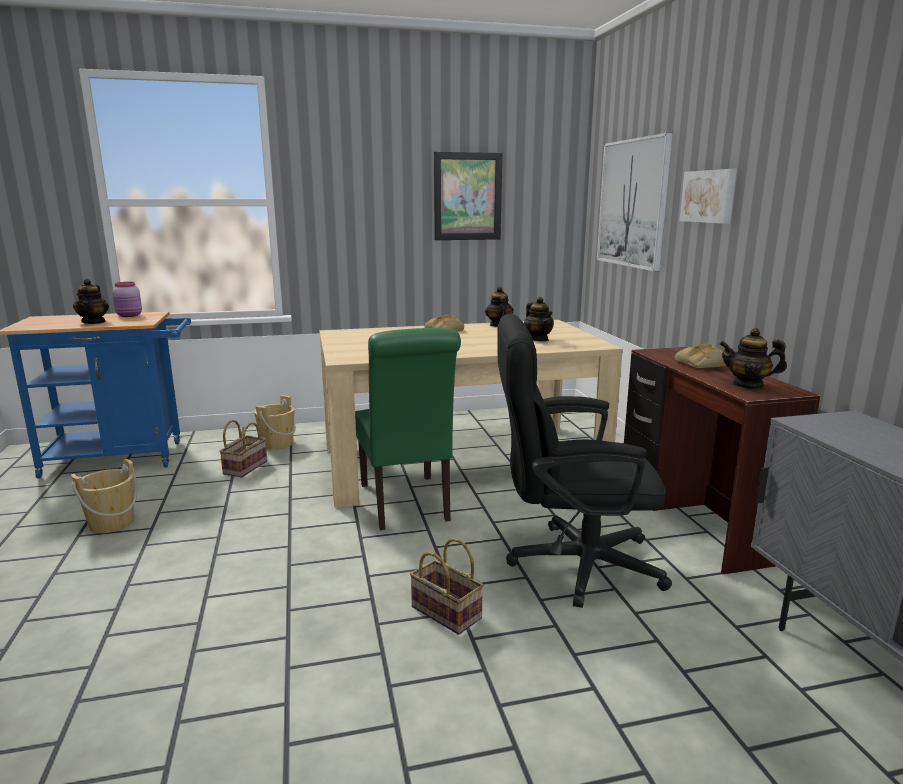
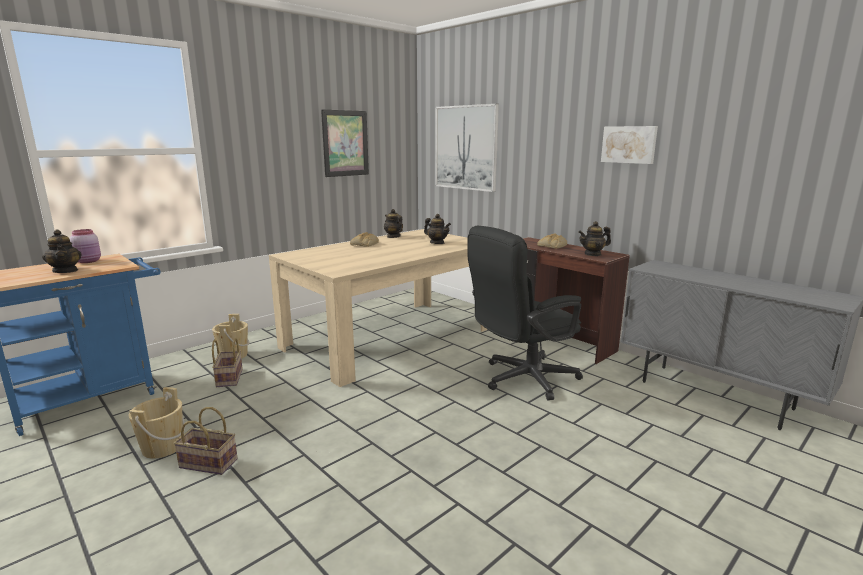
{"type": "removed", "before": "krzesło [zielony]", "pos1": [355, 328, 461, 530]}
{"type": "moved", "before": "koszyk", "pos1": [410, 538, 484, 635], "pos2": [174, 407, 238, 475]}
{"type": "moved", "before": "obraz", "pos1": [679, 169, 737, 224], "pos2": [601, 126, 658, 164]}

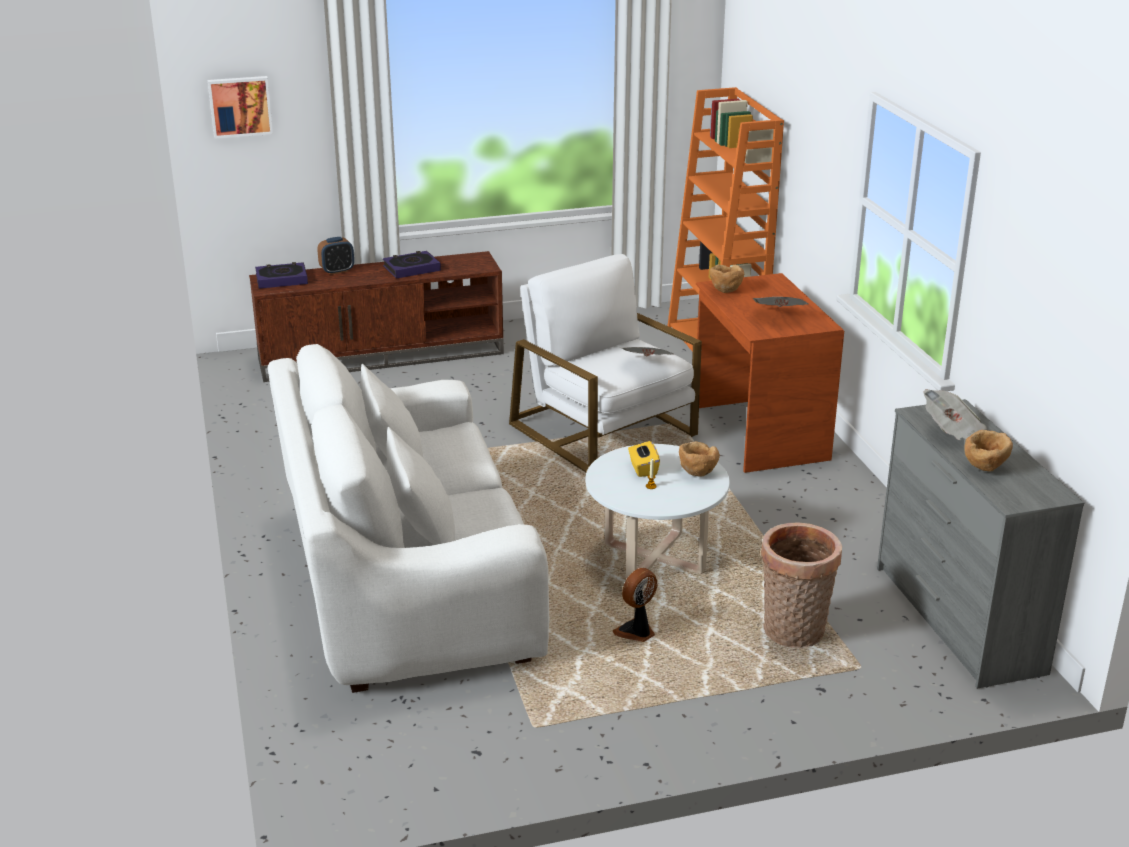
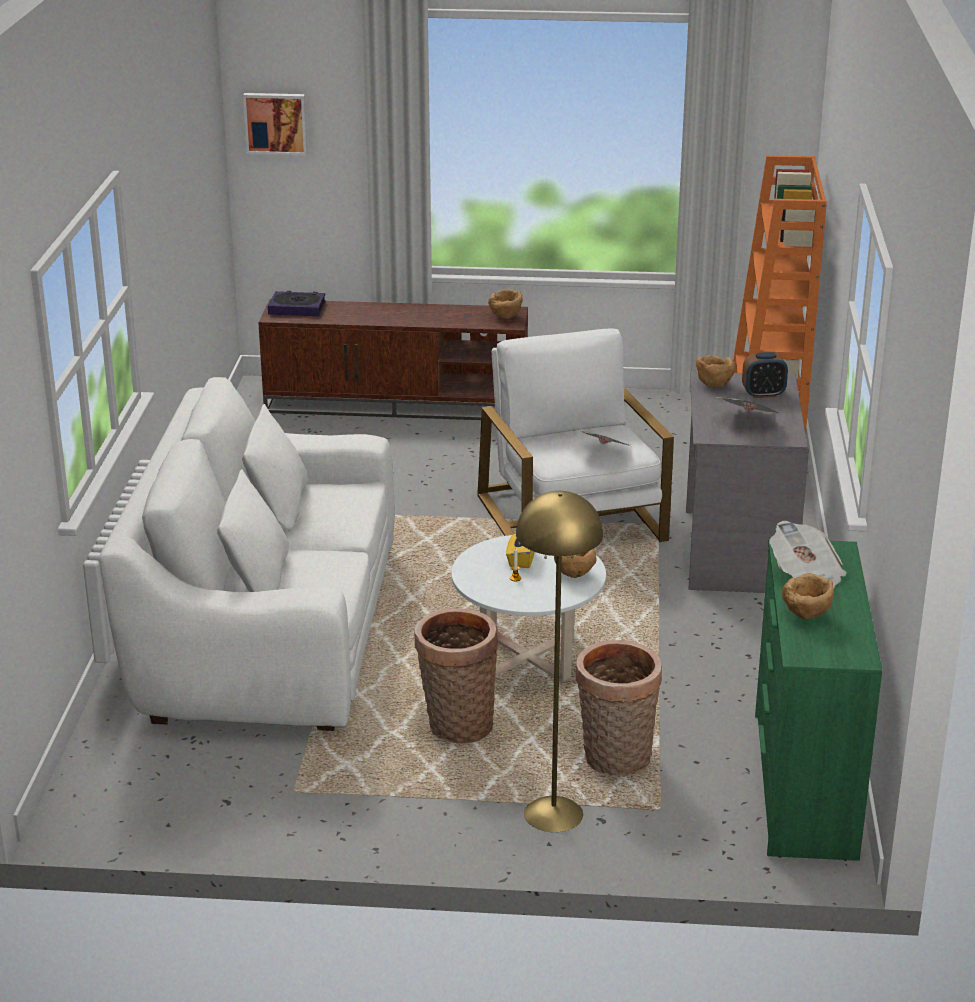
{"type": "moved", "before": "budzik", "pos1": [317, 237, 354, 275], "pos2": [742, 352, 788, 398]}
{"type": "removed", "before": "książka", "pos1": [383, 251, 441, 279]}
{"type": "replaced", "before": "wentylator", "after": "koszyk", "pos1": [613, 568, 657, 642], "pos2": [415, 608, 498, 744]}
{"type": "recoloured", "before": "biurko [brązowy]", "after": "biurko [szary]", "pos1": [696, 273, 844, 473], "pos2": [686, 372, 809, 593]}
{"type": "recoloured", "before": "komoda [szary]", "after": "komoda [zielony]", "pos1": [877, 399, 1084, 689], "pos2": [755, 538, 883, 861]}
{"type": "added", "after": "miska [brązowy]", "pos2": [488, 289, 523, 319]}
{"type": "added", "after": "lampa stojąca [żółty]", "pos2": [516, 491, 603, 832]}

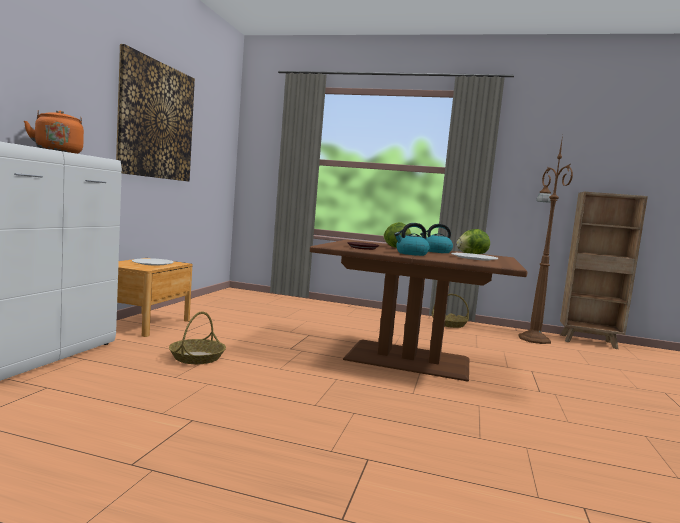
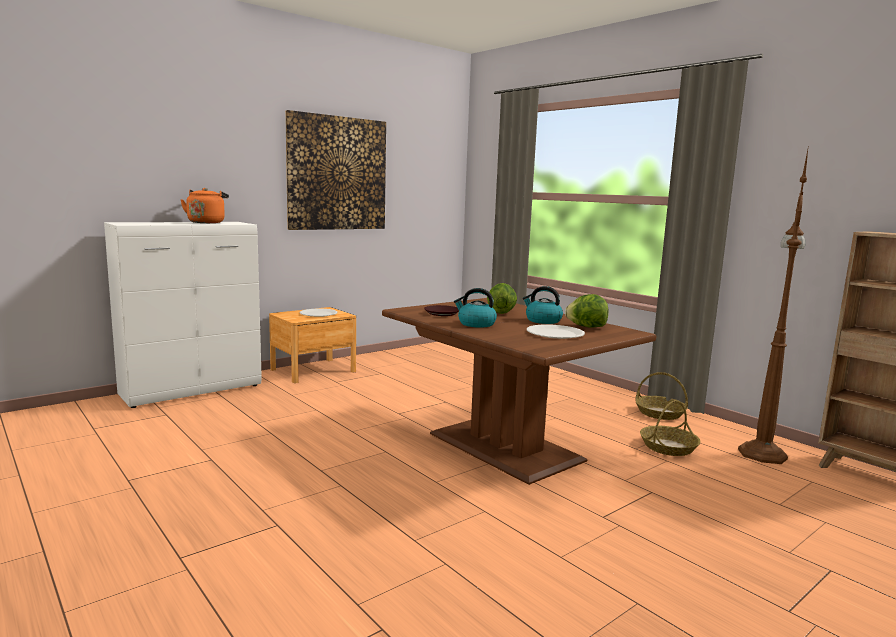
{"type": "moved", "before": "koszyk", "pos1": [169, 312, 226, 364], "pos2": [640, 400, 701, 456]}

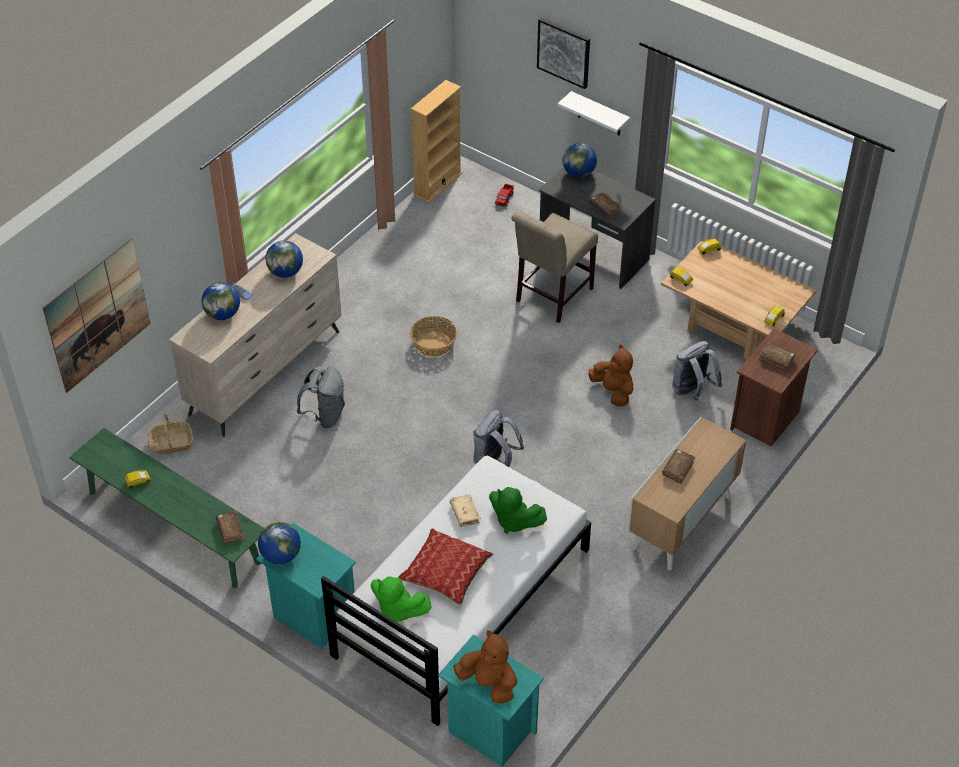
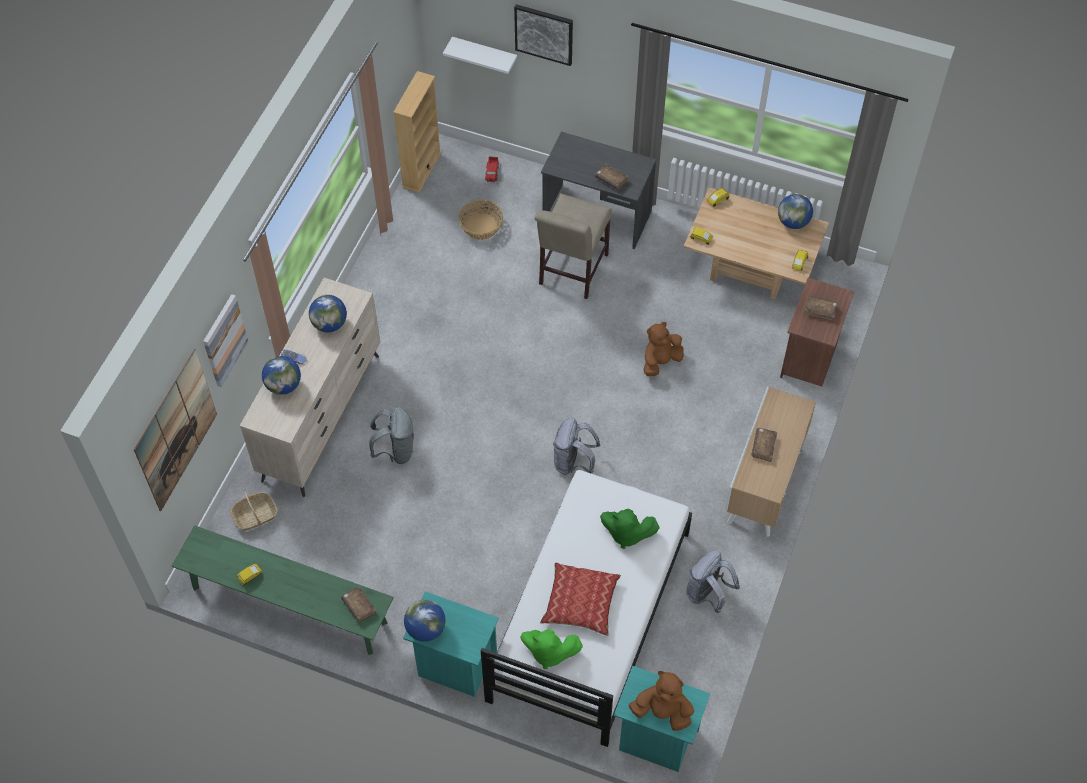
{"type": "moved", "before": "koszyk", "pos1": [410, 316, 457, 357], "pos2": [459, 200, 503, 240]}
{"type": "removed", "before": "książka [beżowy]", "pos1": [450, 494, 481, 527]}
{"type": "moved", "before": "półka [biały]", "pos1": [558, 91, 630, 136], "pos2": [443, 37, 517, 74]}
{"type": "moved", "before": "globus", "pos1": [563, 143, 597, 178], "pos2": [778, 194, 813, 229]}
{"type": "turned", "before": "pluszak [brązowy]", "pos1": [588, 345, 634, 406], "pos2": [644, 322, 684, 376], "turn": -75}
{"type": "moved", "before": "plecak [szary]", "pos1": [672, 341, 722, 401], "pos2": [687, 550, 740, 613]}
{"type": "added", "after": "obraz", "pos2": [203, 294, 248, 387]}

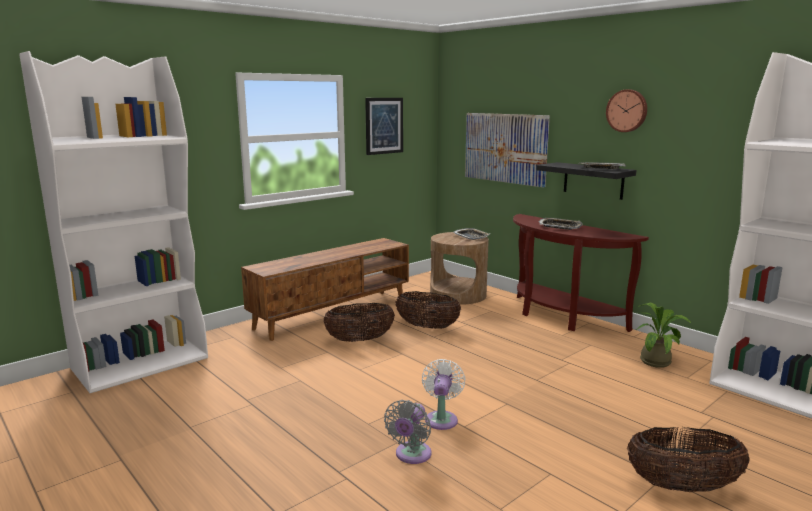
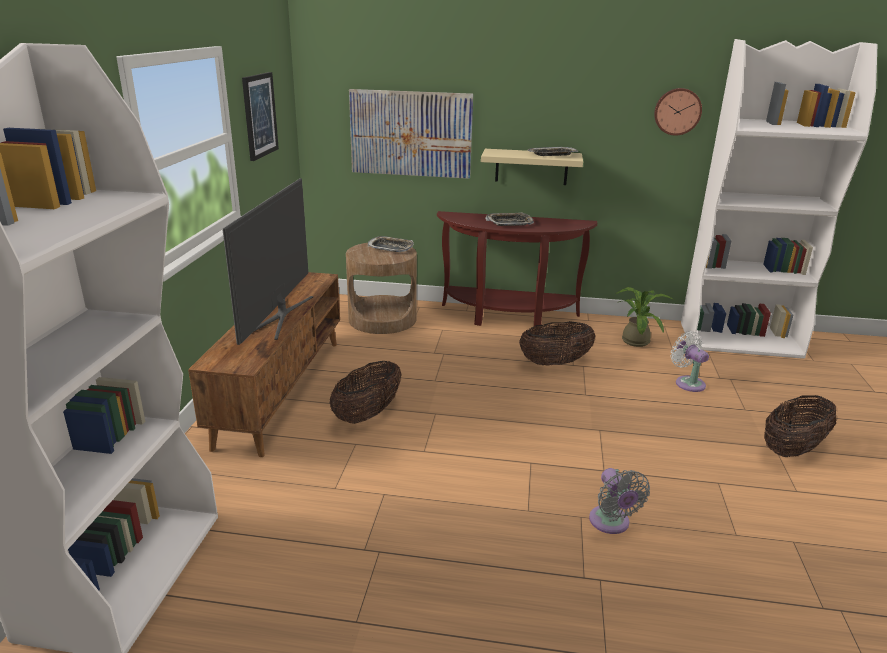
{"type": "moved", "before": "koszyk", "pos1": [395, 291, 461, 329], "pos2": [519, 321, 595, 366]}
{"type": "moved", "before": "wentylator [biały]", "pos1": [422, 359, 466, 430], "pos2": [670, 331, 709, 392]}
{"type": "recoloured", "before": "półka [czarny]", "after": "półka [beżowy]", "pos1": [536, 162, 636, 200], "pos2": [481, 149, 583, 185]}
{"type": "moved", "before": "zegar ścienny", "pos1": [606, 89, 647, 132], "pos2": [654, 88, 702, 136]}
{"type": "added", "after": "telewizor", "pos2": [222, 178, 313, 345]}

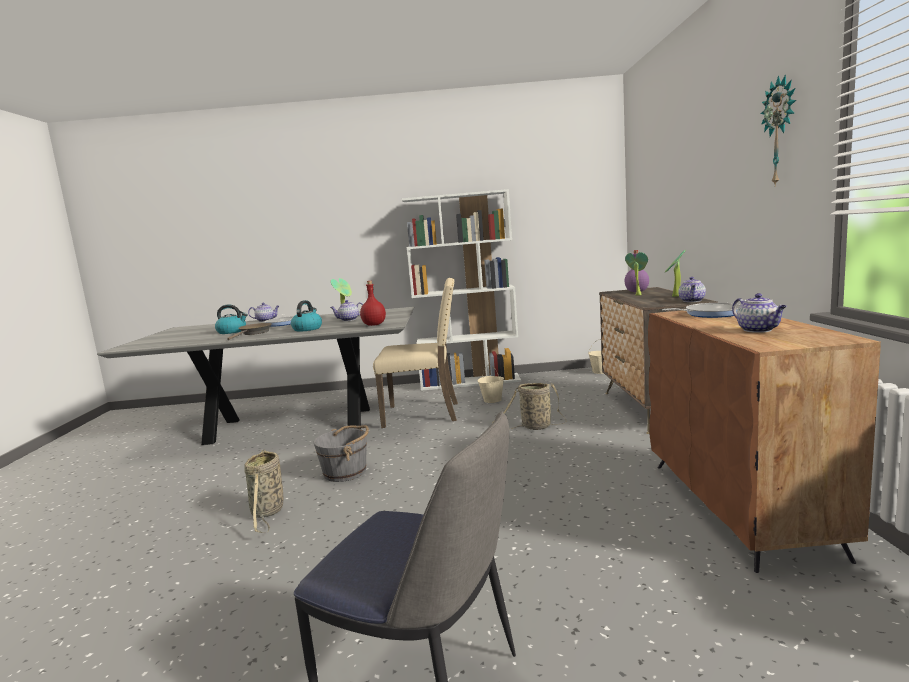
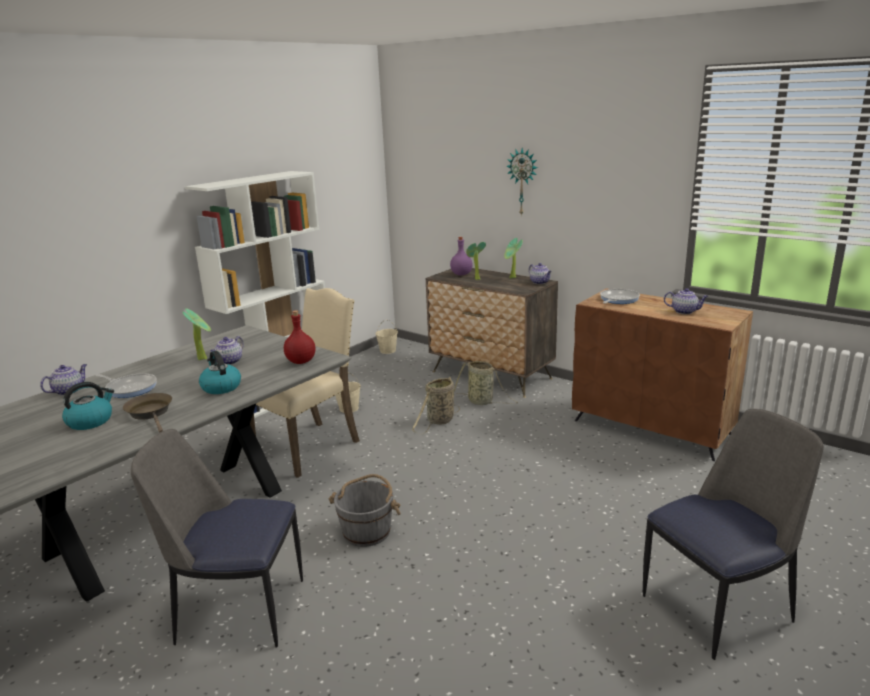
{"type": "moved", "before": "koszyk", "pos1": [244, 449, 283, 533], "pos2": [454, 361, 518, 405]}
{"type": "moved", "before": "zegar ścienny", "pos1": [761, 75, 796, 187], "pos2": [506, 148, 538, 216]}
{"type": "added", "after": "krzesło", "pos2": [131, 429, 303, 648]}

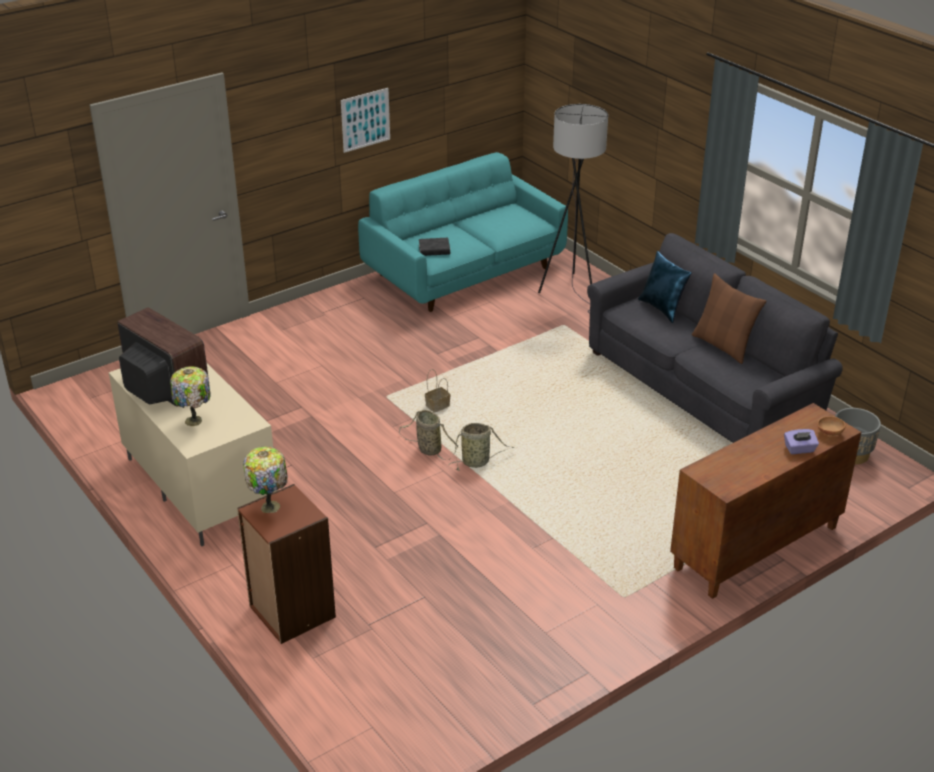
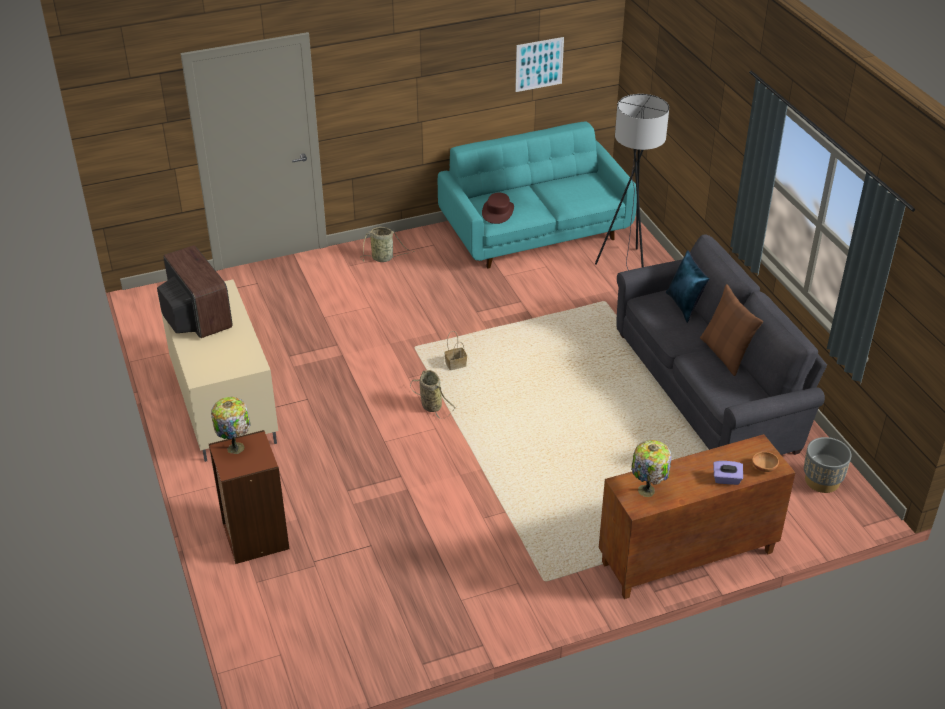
{"type": "moved", "before": "lampa stołowa", "pos1": [170, 366, 210, 426], "pos2": [631, 440, 671, 497]}
{"type": "moved", "before": "obraz", "pos1": [341, 88, 390, 153], "pos2": [515, 37, 564, 92]}
{"type": "replaced", "before": "książka [czarny]", "after": "kapelusz [brązowy]", "pos1": [419, 238, 450, 256], "pos2": [482, 192, 514, 224]}
{"type": "moved", "before": "koszyk", "pos1": [449, 423, 515, 471], "pos2": [361, 227, 415, 262]}

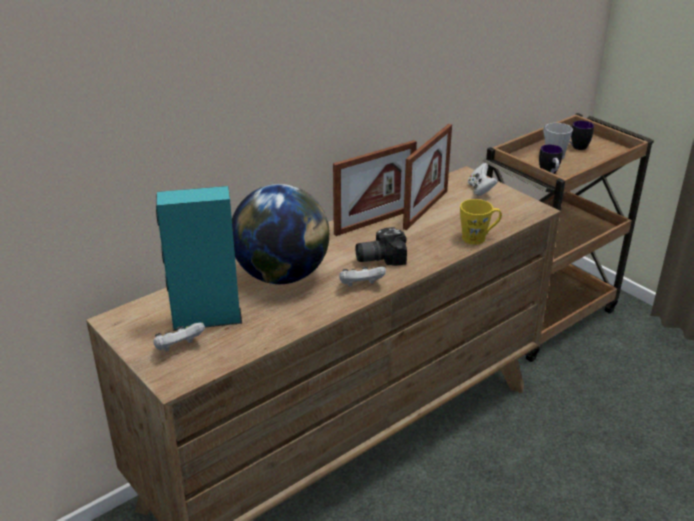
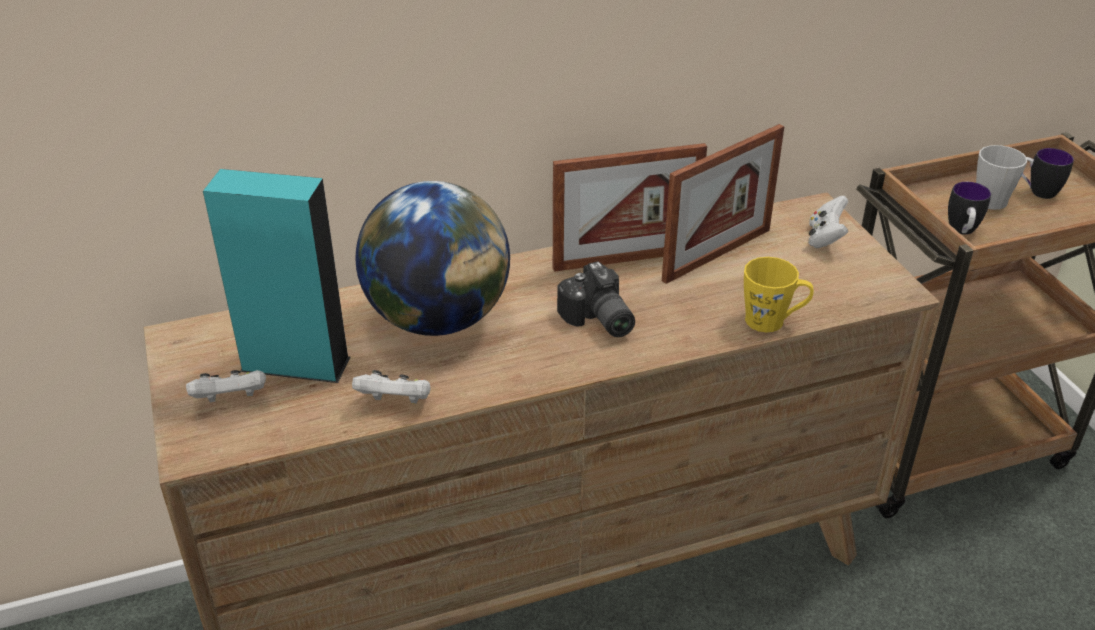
{"type": "moved", "before": "pad do gier [biały]", "pos1": [339, 267, 386, 287], "pos2": [352, 370, 430, 404]}
{"type": "turned", "before": "aparat fotograficzny", "pos1": [356, 227, 407, 266], "pos2": [557, 261, 635, 337], "turn": -120}

